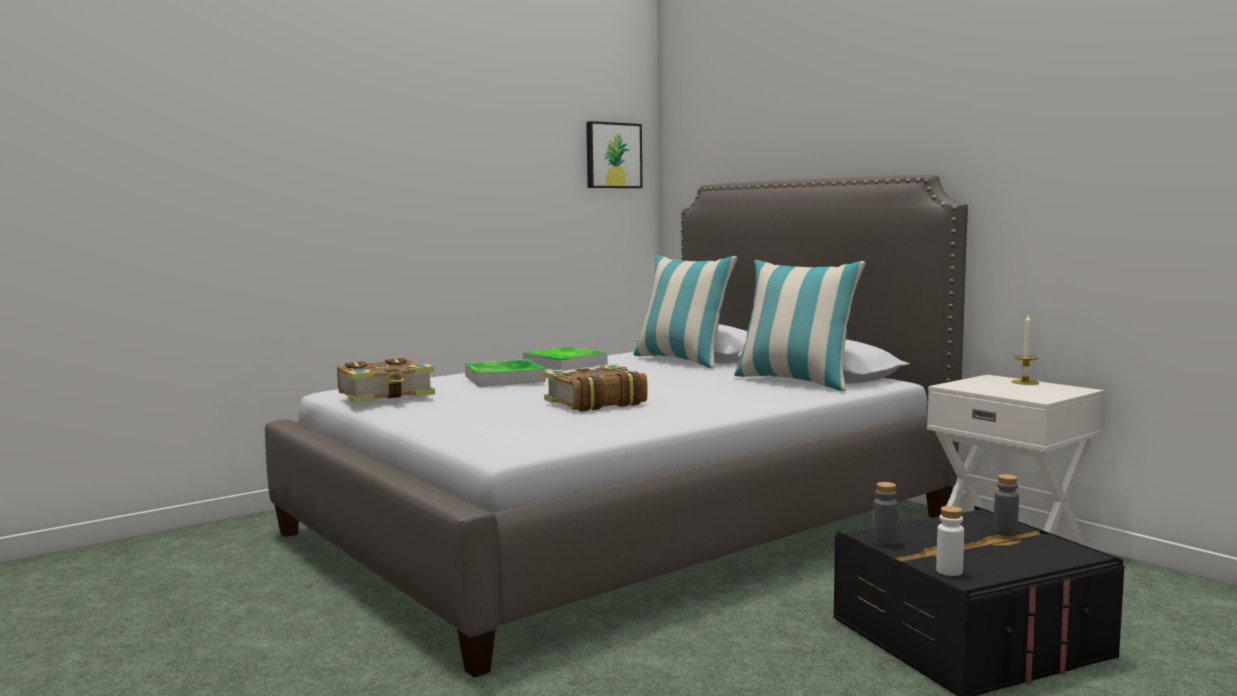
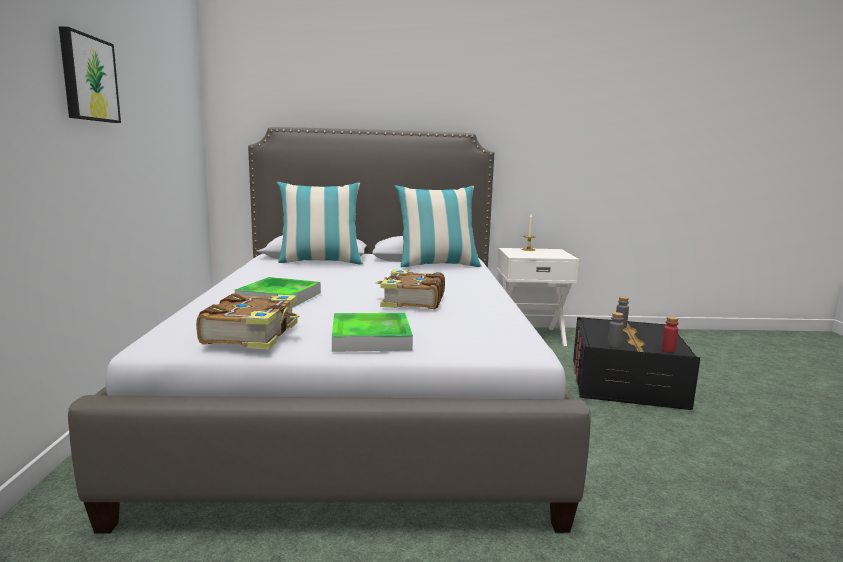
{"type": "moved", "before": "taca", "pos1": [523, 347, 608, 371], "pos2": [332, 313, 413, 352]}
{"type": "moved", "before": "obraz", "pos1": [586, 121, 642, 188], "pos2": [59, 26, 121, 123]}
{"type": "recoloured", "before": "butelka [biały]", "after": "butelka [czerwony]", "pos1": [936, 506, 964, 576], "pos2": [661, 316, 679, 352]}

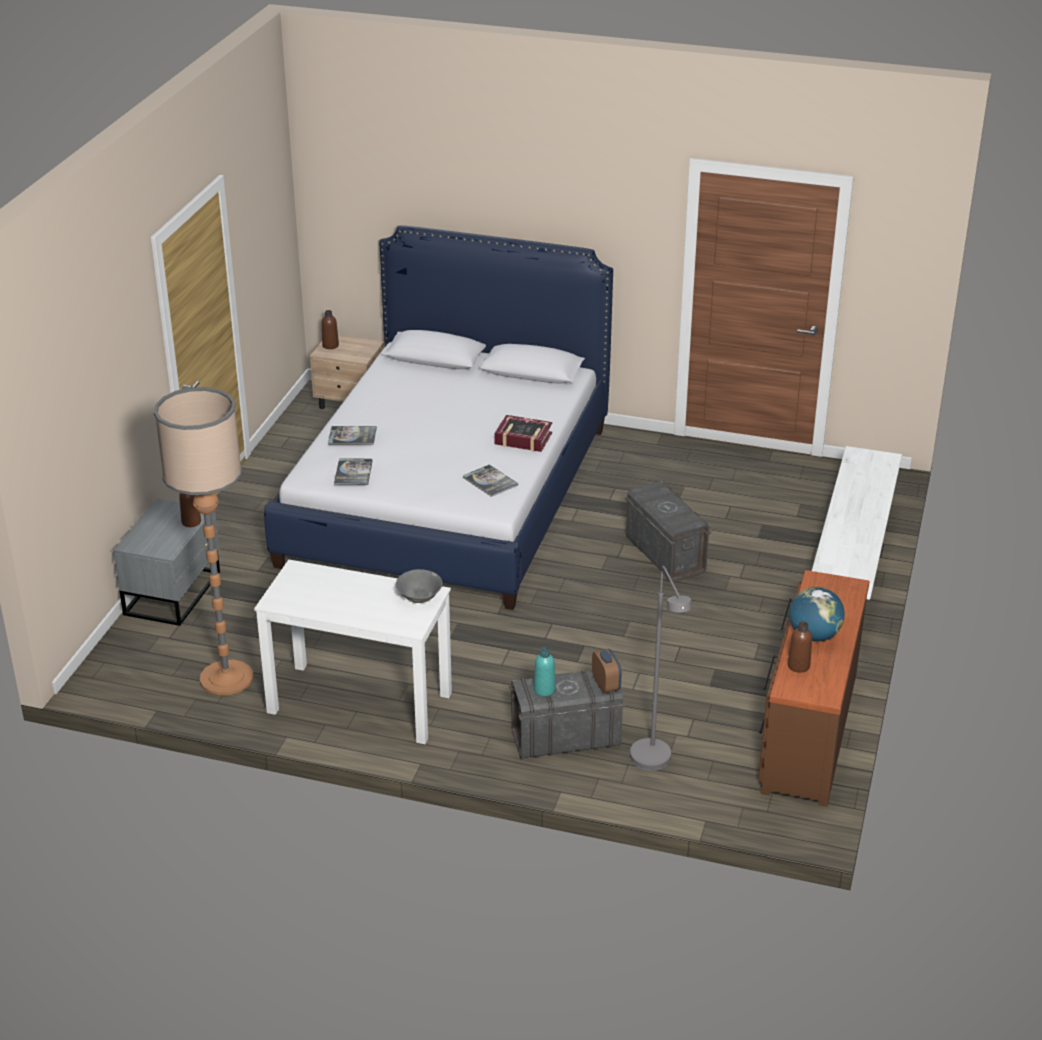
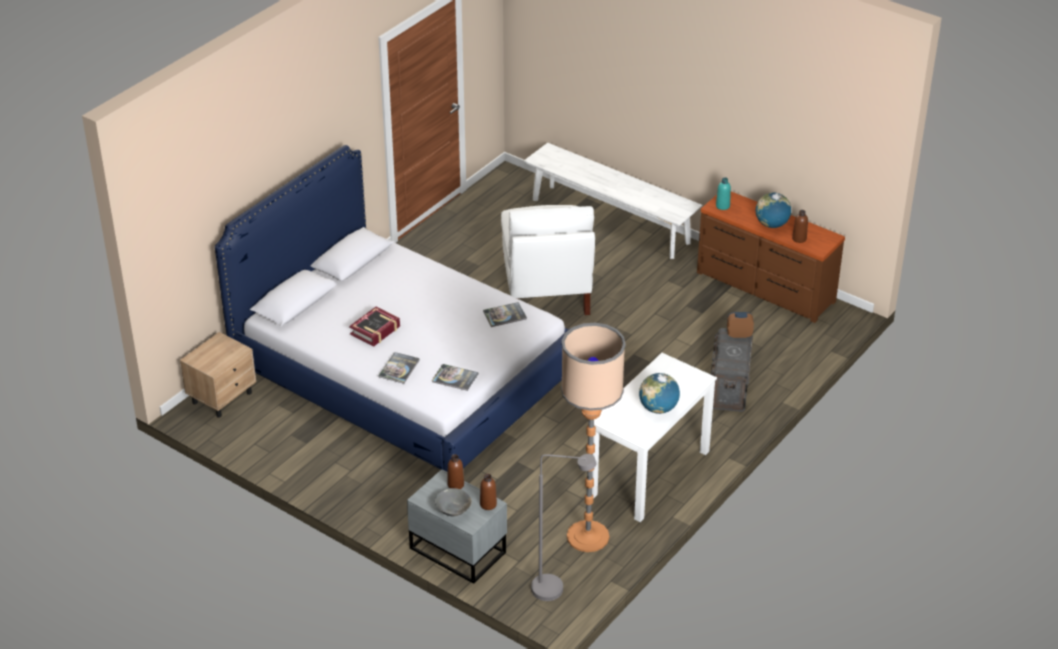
{"type": "moved", "before": "butelka [brązowy]", "pos1": [322, 310, 339, 349], "pos2": [480, 474, 497, 510]}
{"type": "moved", "before": "miska [szary]", "pos1": [396, 569, 442, 603], "pos2": [435, 488, 472, 516]}
{"type": "moved", "before": "książka", "pos1": [495, 415, 552, 452], "pos2": [349, 307, 400, 347]}
{"type": "moved", "before": "butelka [turkusowy]", "pos1": [534, 647, 556, 696], "pos2": [716, 177, 731, 210]}
{"type": "replaced", "before": "pojemnik do przechowywania [szary]", "after": "fotel [biały]", "pos1": [625, 481, 711, 583], "pos2": [501, 205, 595, 315]}
{"type": "moved", "before": "lampa stojąca [szary]", "pos1": [630, 566, 692, 771], "pos2": [531, 454, 596, 601]}
{"type": "added", "after": "globus", "pos2": [639, 373, 680, 414]}

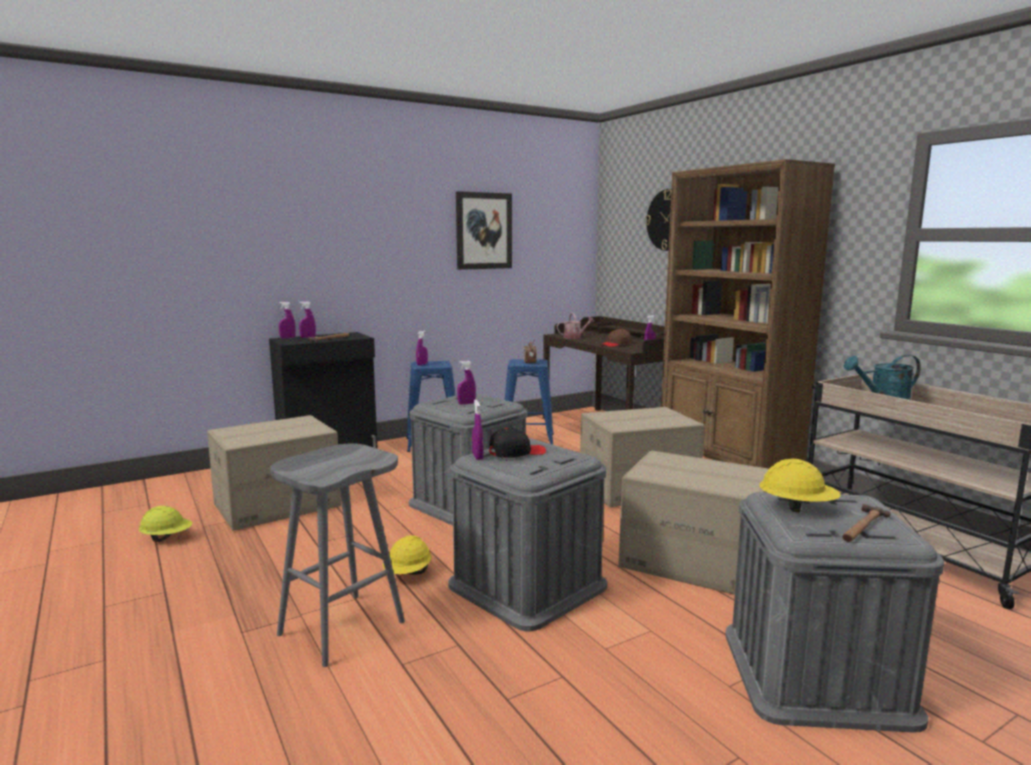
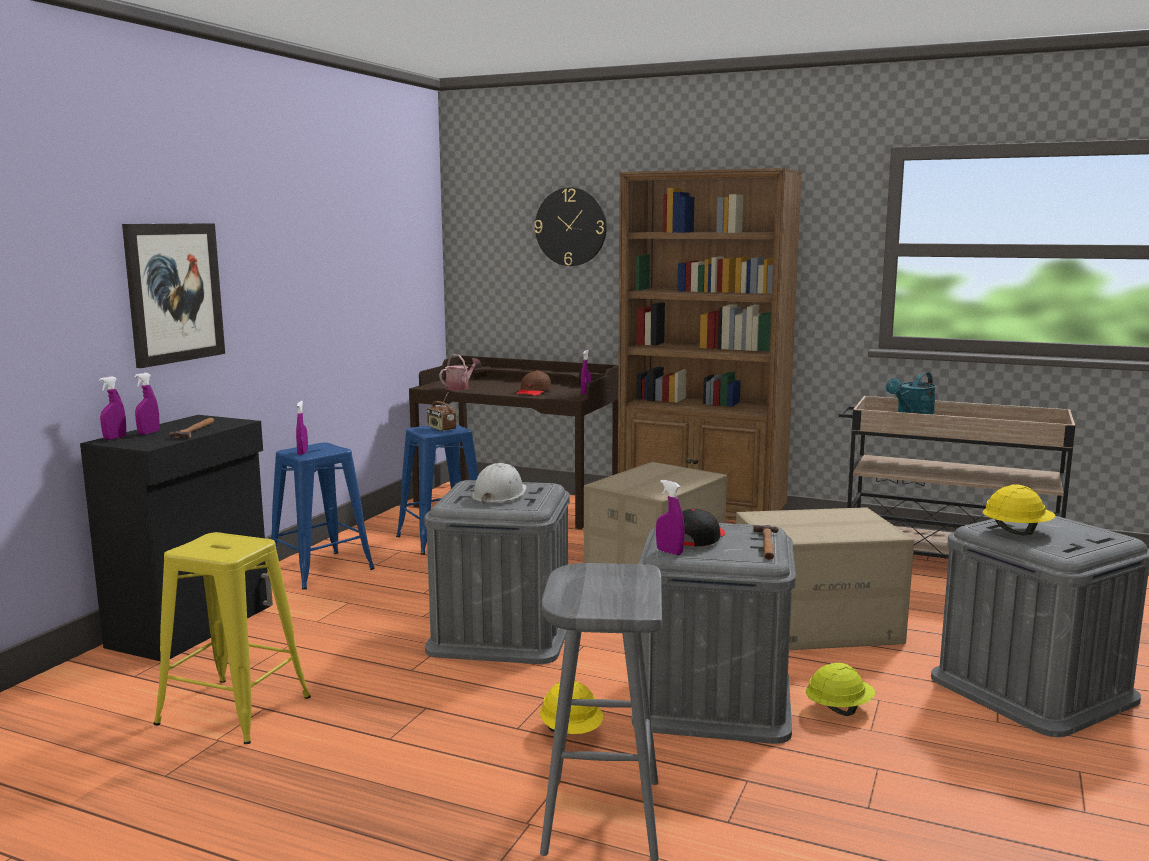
{"type": "moved", "before": "kask [żółty]", "pos1": [139, 506, 192, 542], "pos2": [806, 663, 875, 716]}
{"type": "replaced", "before": "karton", "after": "stołek [żółty]", "pos1": [207, 415, 341, 531], "pos2": [153, 532, 311, 744]}
{"type": "moved", "before": "obraz", "pos1": [456, 191, 512, 270], "pos2": [122, 223, 225, 368]}
{"type": "replaced", "before": "spryskiwacz [fioletowy]", "after": "kask [biały]", "pos1": [457, 361, 476, 404], "pos2": [472, 463, 527, 505]}
{"type": "moved", "before": "młotek", "pos1": [842, 504, 891, 542], "pos2": [753, 525, 778, 560]}

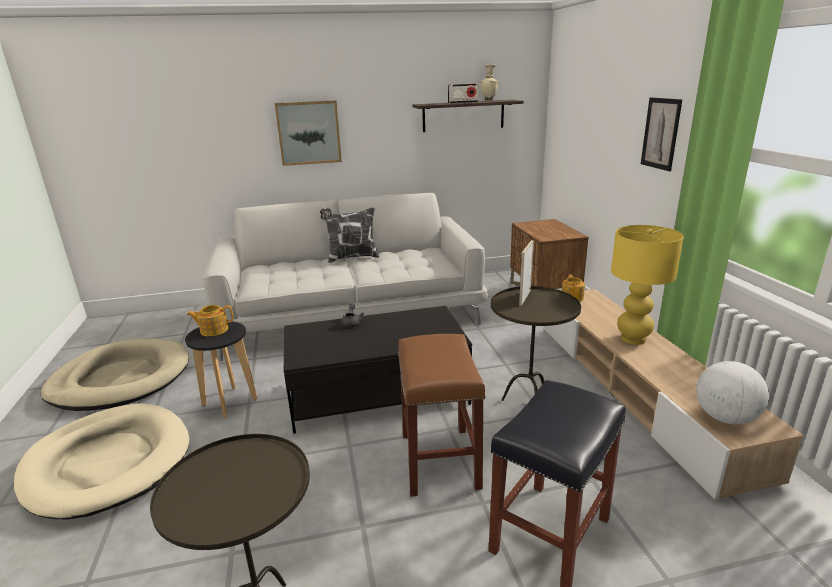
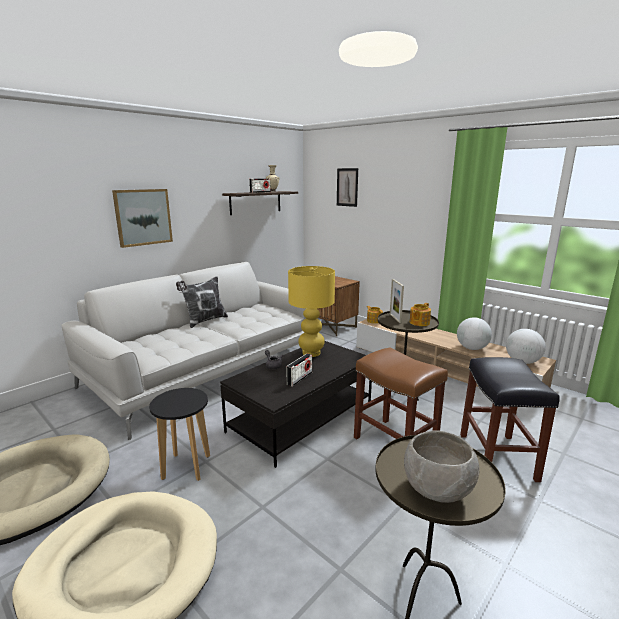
{"type": "moved", "before": "imbryk", "pos1": [187, 305, 233, 336], "pos2": [410, 303, 431, 326]}
{"type": "moved", "before": "lampa stołowa [żółty]", "pos1": [611, 225, 684, 345], "pos2": [288, 266, 335, 357]}
{"type": "moved", "before": "obraz", "pos1": [641, 97, 682, 171], "pos2": [337, 168, 358, 207]}
{"type": "added", "after": "radio", "pos2": [286, 353, 312, 387]}
{"type": "added", "after": "miska [szary]", "pos2": [404, 430, 479, 503]}
{"type": "added", "after": "globus", "pos2": [457, 317, 492, 350]}

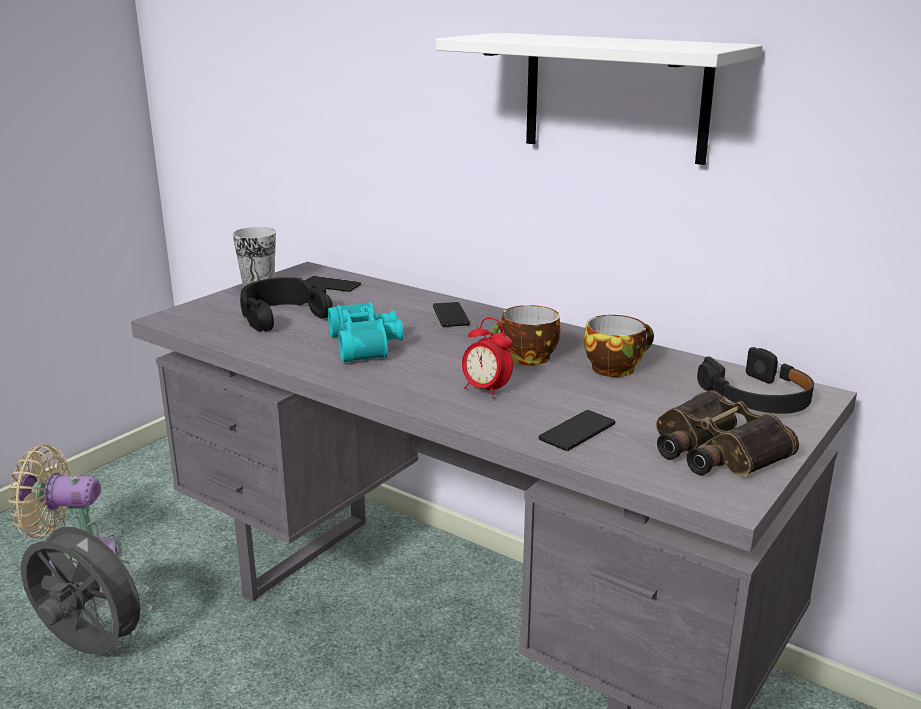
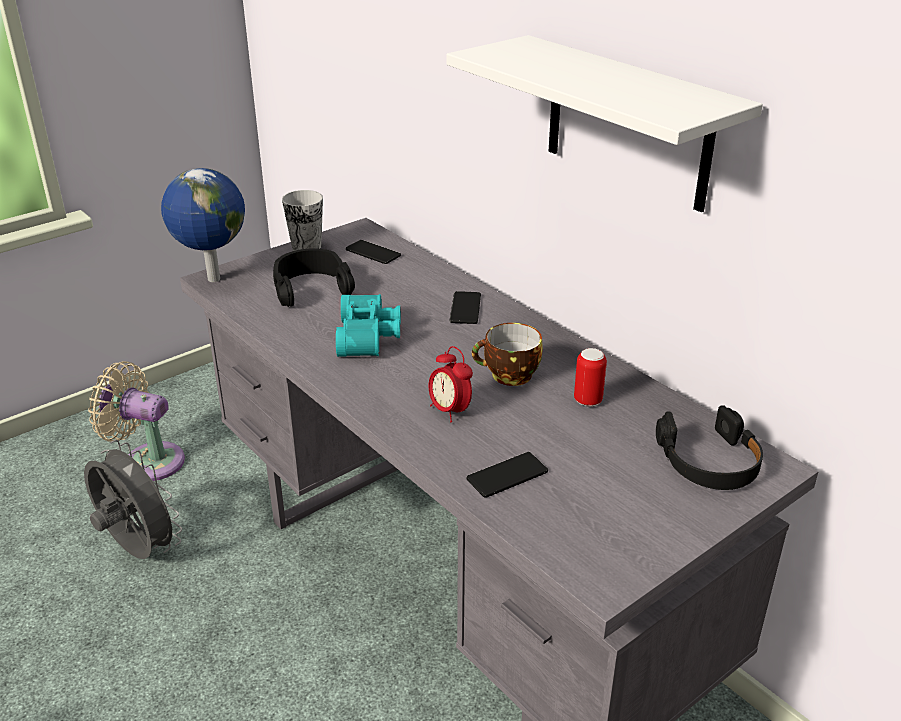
{"type": "replaced", "before": "filiżanka", "after": "puszka", "pos1": [584, 315, 654, 377], "pos2": [574, 348, 607, 407]}
{"type": "removed", "before": "lornetka", "pos1": [656, 390, 799, 477]}
{"type": "added", "after": "globus", "pos2": [161, 168, 245, 282]}

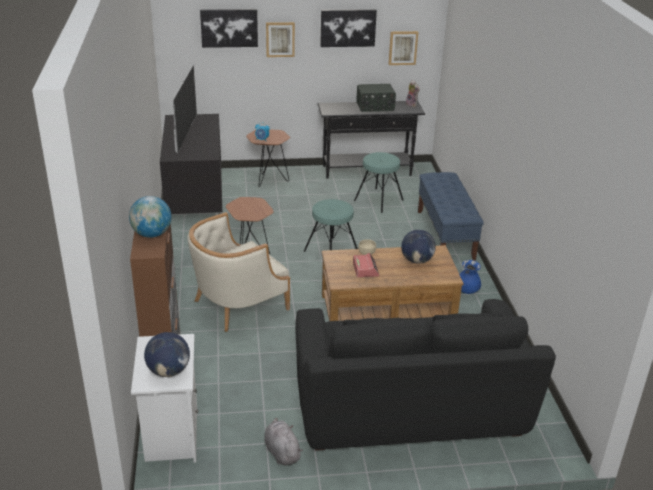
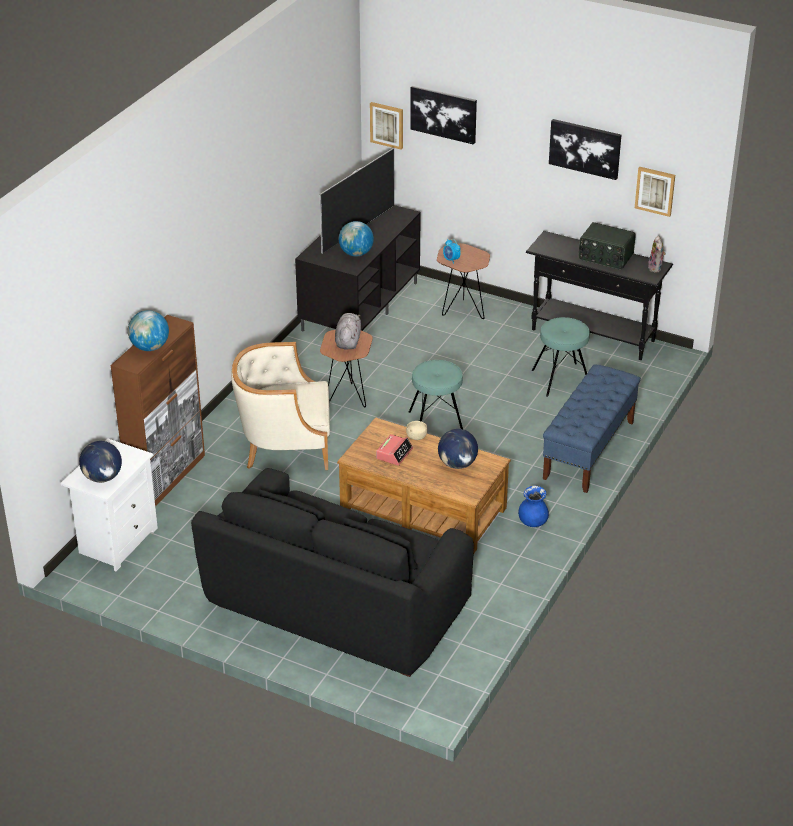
{"type": "moved", "before": "pluszak [szary]", "pos1": [264, 418, 303, 466], "pos2": [335, 313, 361, 349]}
{"type": "moved", "before": "obraz", "pos1": [266, 22, 295, 57], "pos2": [370, 102, 403, 150]}
{"type": "added", "after": "globus", "pos2": [339, 221, 374, 257]}

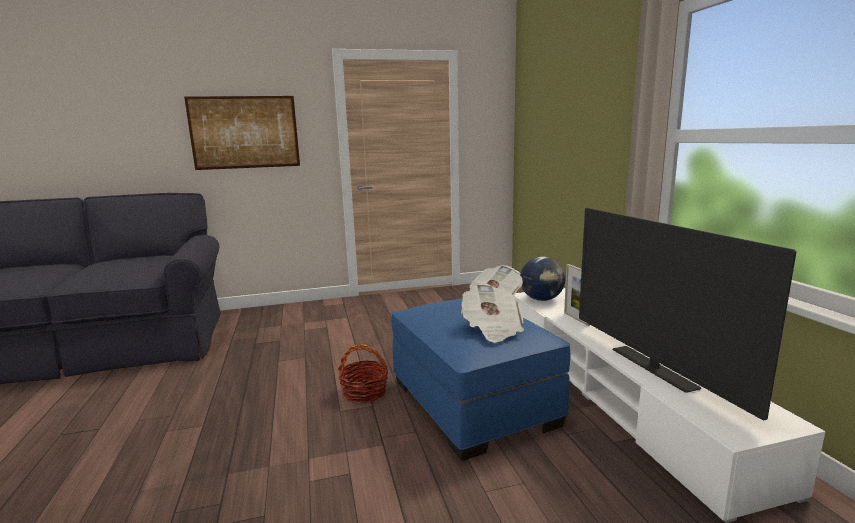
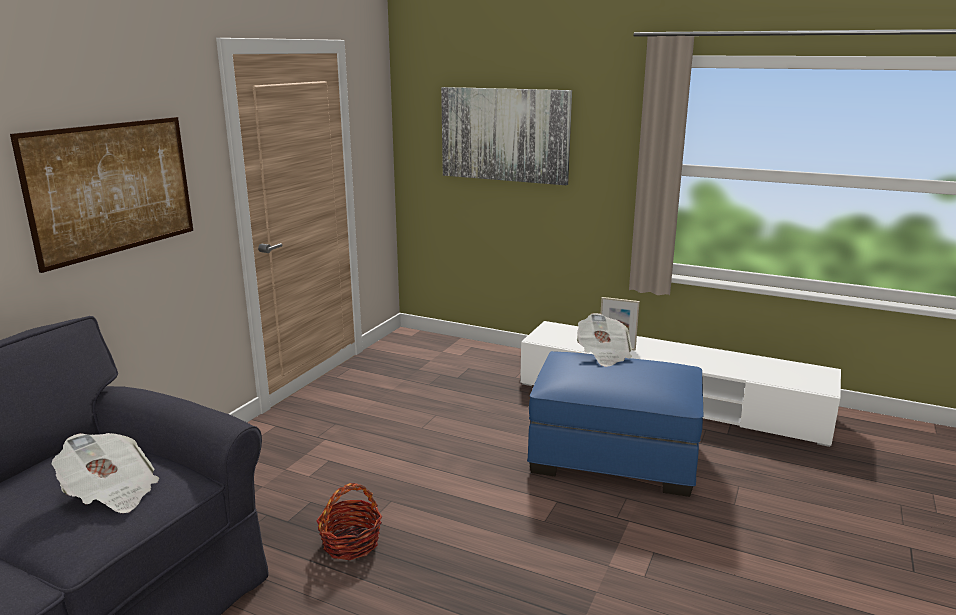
{"type": "moved", "before": "koszyk", "pos1": [338, 344, 388, 403], "pos2": [316, 483, 382, 560]}
{"type": "moved", "before": "gazeta", "pos1": [461, 283, 524, 343], "pos2": [52, 433, 159, 513]}
{"type": "removed", "before": "globus", "pos1": [520, 257, 566, 301]}
{"type": "removed", "before": "telewizor", "pos1": [579, 208, 796, 421]}
{"type": "added", "after": "obraz", "pos2": [441, 87, 572, 185]}

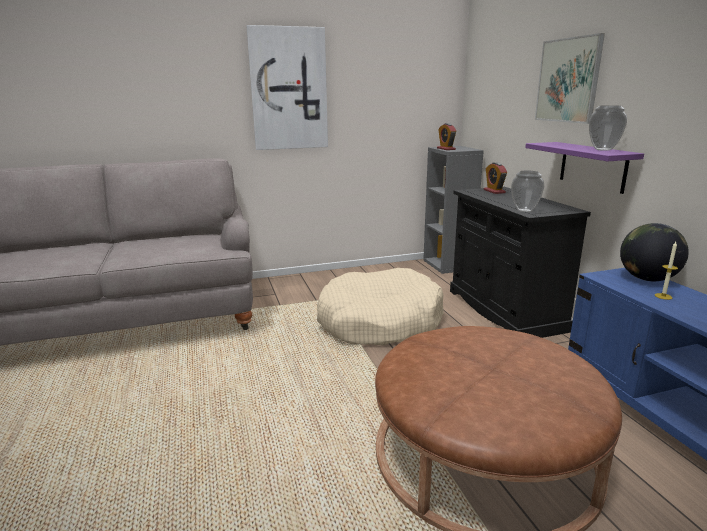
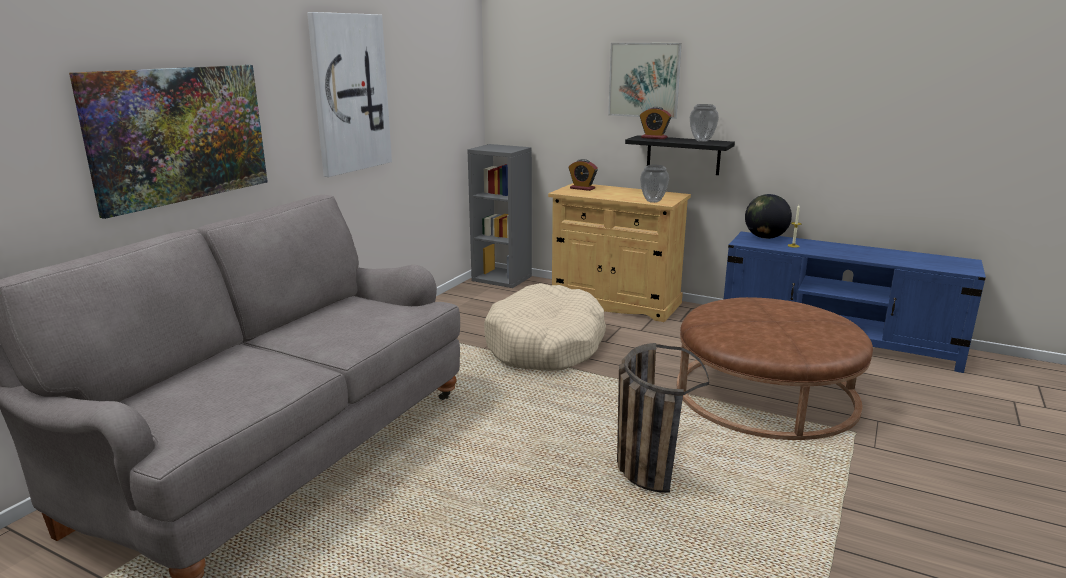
{"type": "moved", "before": "budzik", "pos1": [437, 123, 456, 150], "pos2": [640, 107, 671, 139]}
{"type": "recoloured", "before": "szafka [czarny]", "after": "szafka [beżowy]", "pos1": [450, 187, 591, 338], "pos2": [548, 183, 691, 322]}
{"type": "recoloured", "before": "półka [fioletowy]", "after": "półka [czarny]", "pos1": [525, 142, 644, 194], "pos2": [625, 135, 735, 175]}
{"type": "added", "after": "obraz", "pos2": [69, 65, 268, 219]}
{"type": "added", "after": "koszyk", "pos2": [617, 343, 709, 493]}

